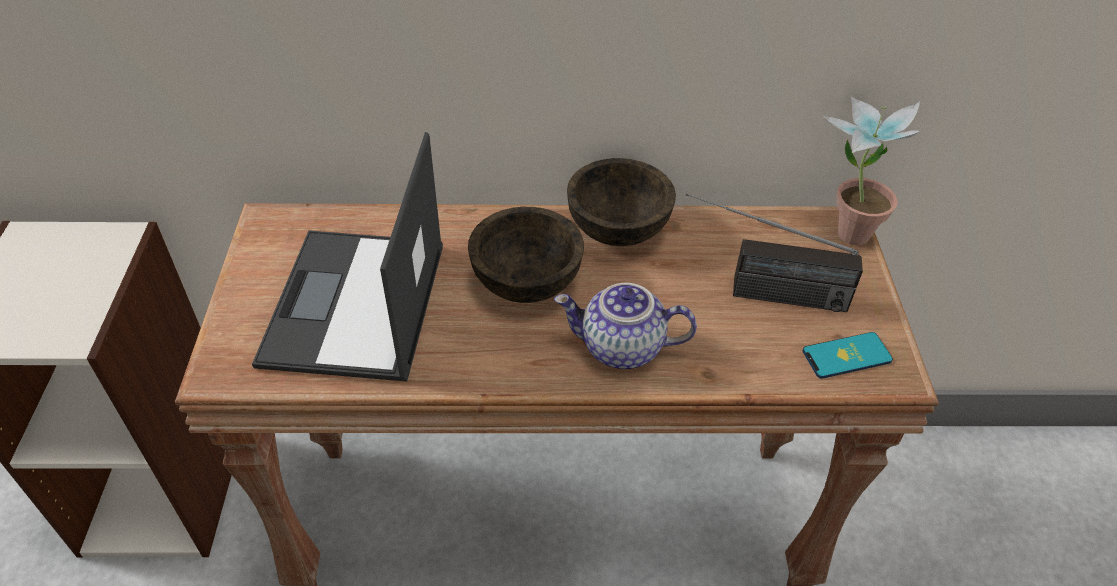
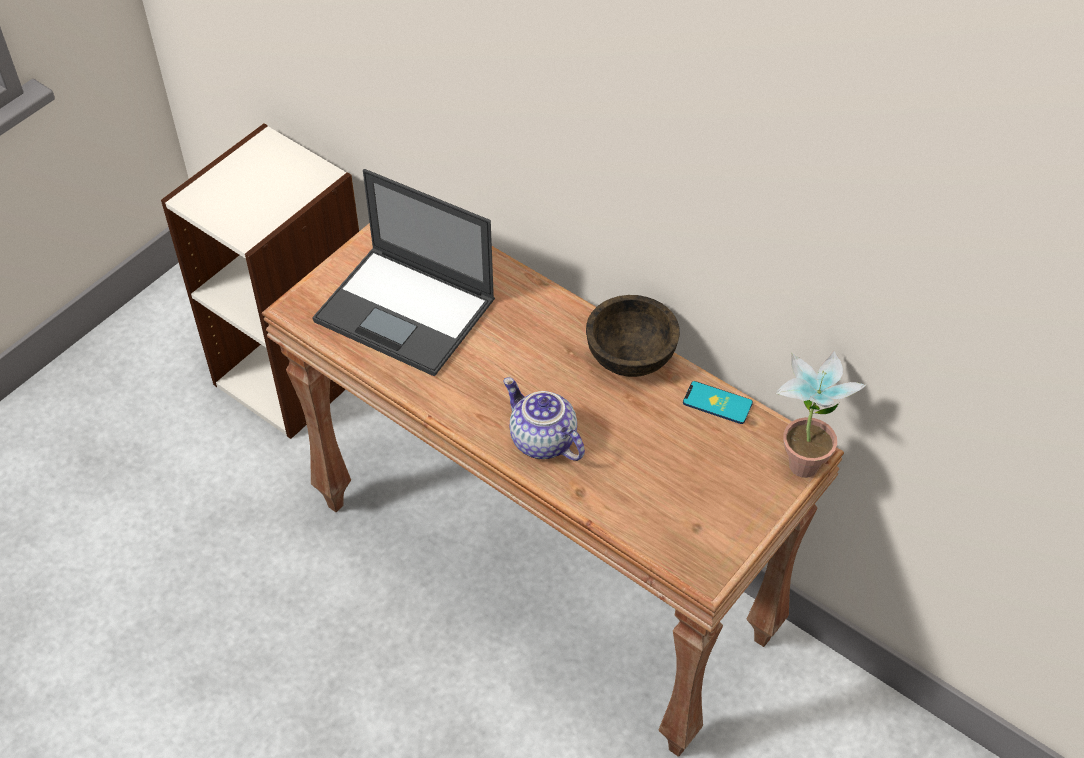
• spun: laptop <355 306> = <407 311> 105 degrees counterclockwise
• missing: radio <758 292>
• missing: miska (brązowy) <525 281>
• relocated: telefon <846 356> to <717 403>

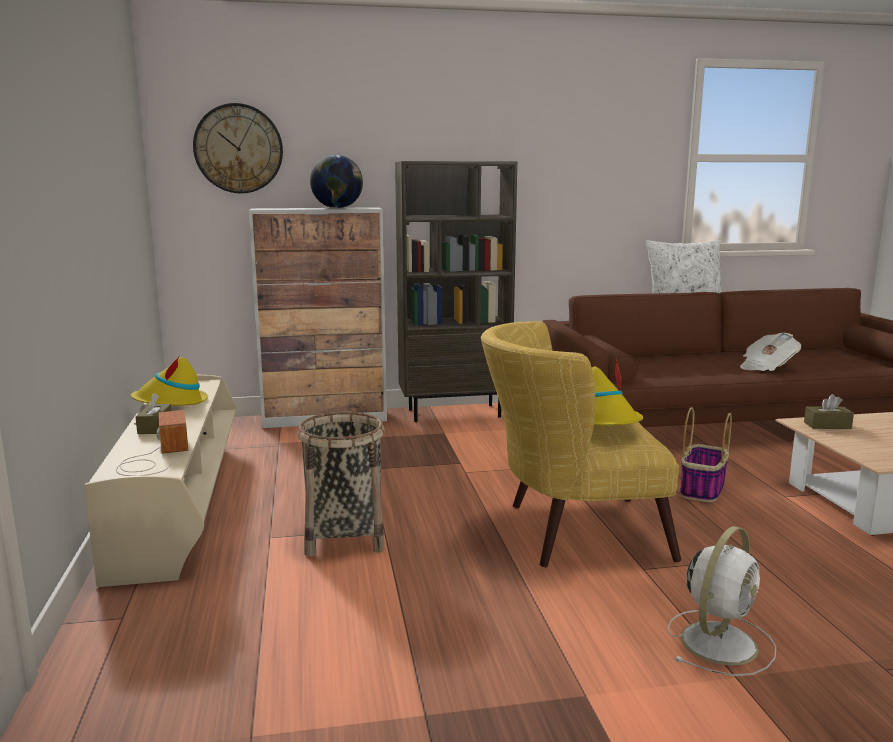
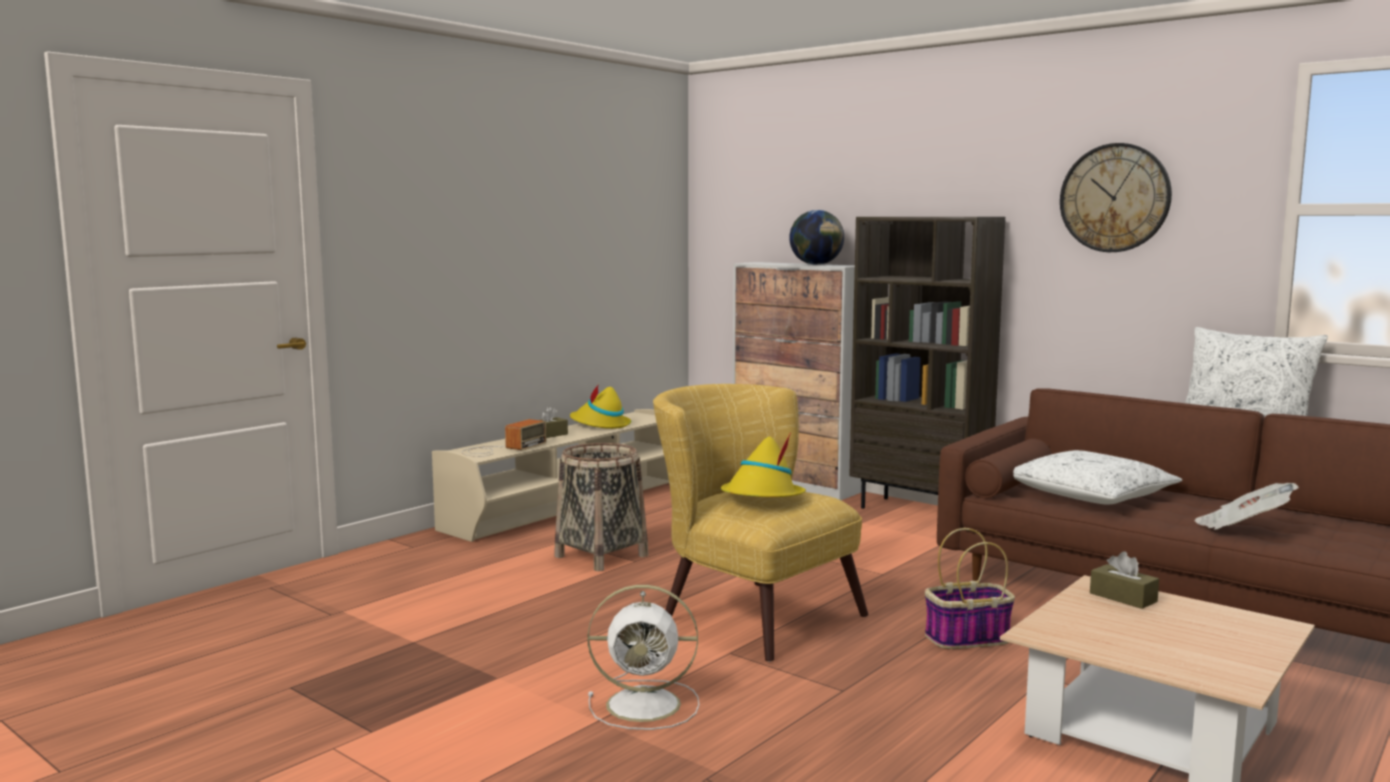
• relocated: zegar ścienny <238 149> to <1114 198>
• appeared: poduszka (biały) <1089 495>

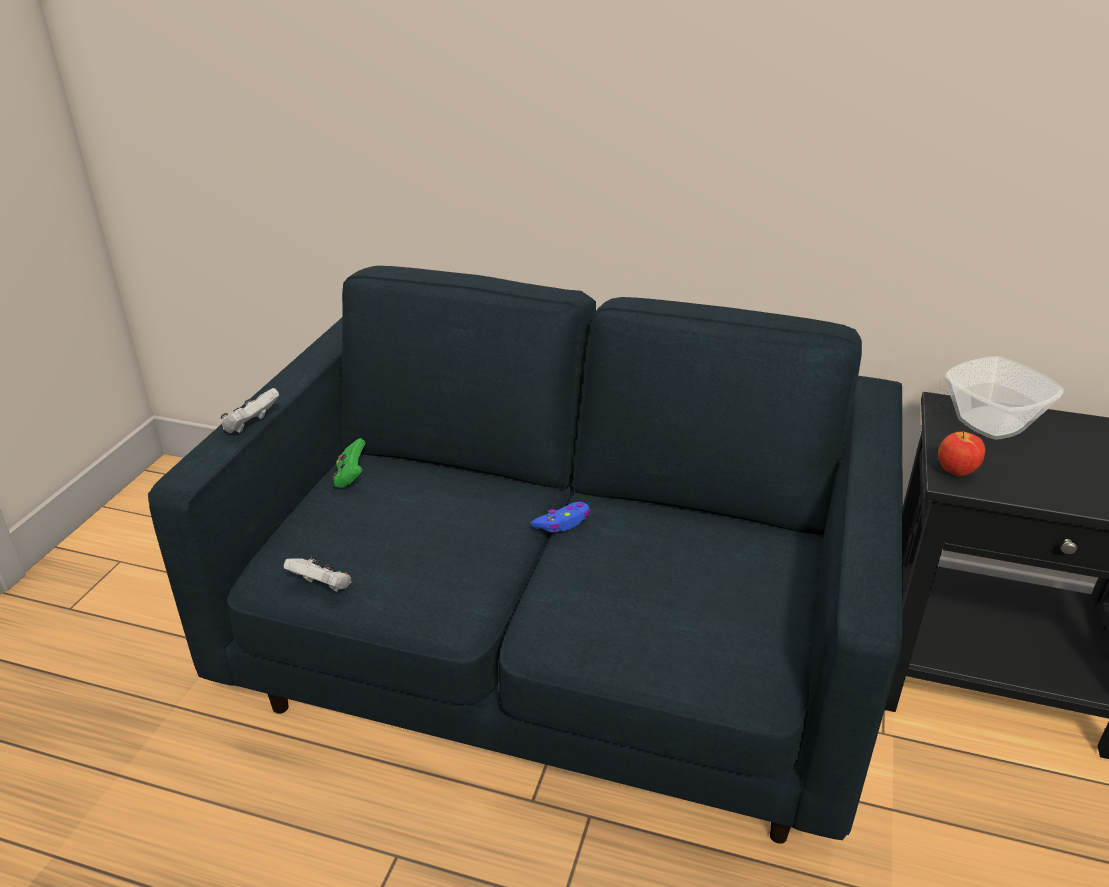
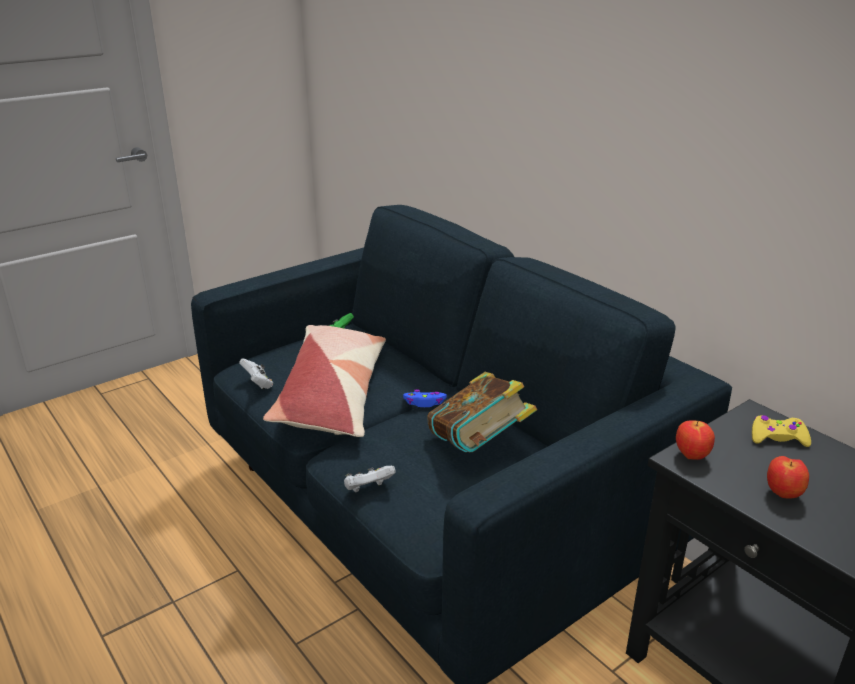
• exchanged: miska <991 423> to pad do gier (żółty) <777 437>
• relocated: pad do gier (biały) <251 426> to <368 489>
• appeared: poduszka <333 394>
• appeared: książka <478 446>
• appeared: jabłko <783 494>

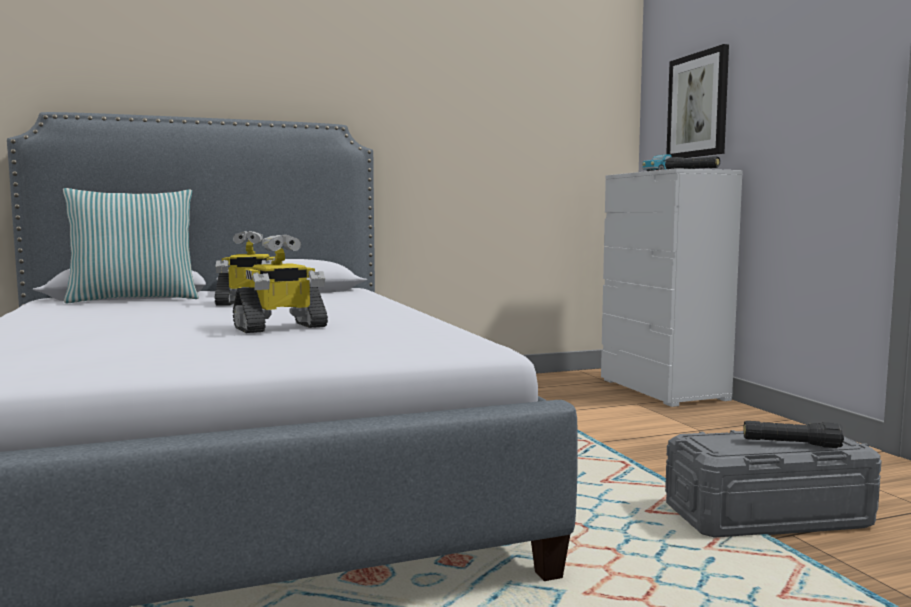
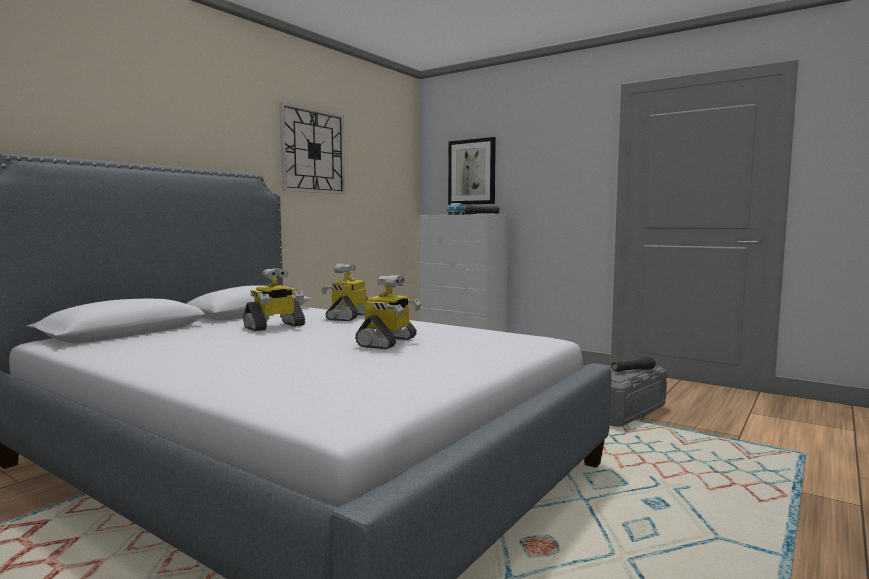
• missing: poduszka <134 299>
• appeared: zegar ścienny <313 151>
• appeared: robot zabawkowy <349 317>

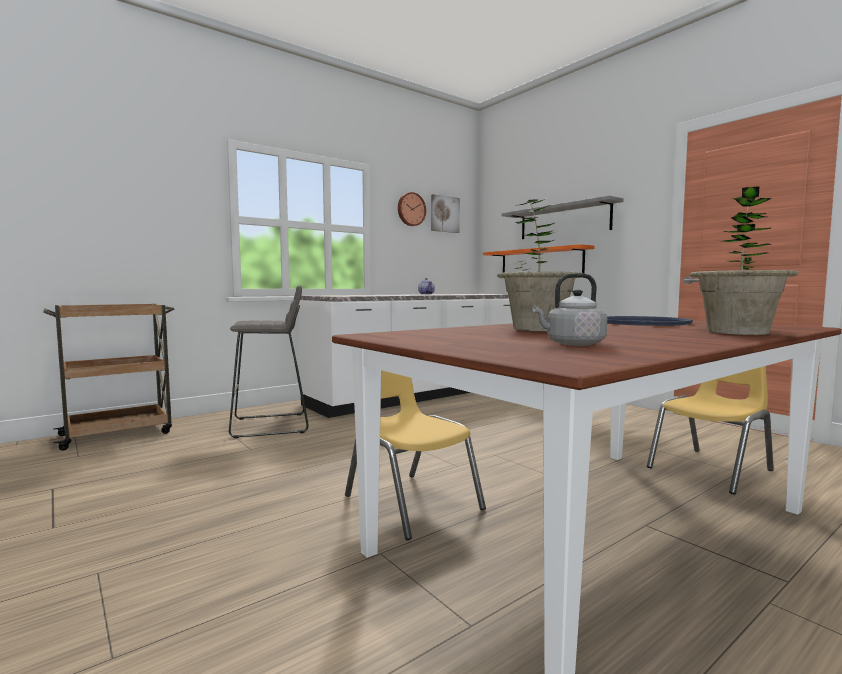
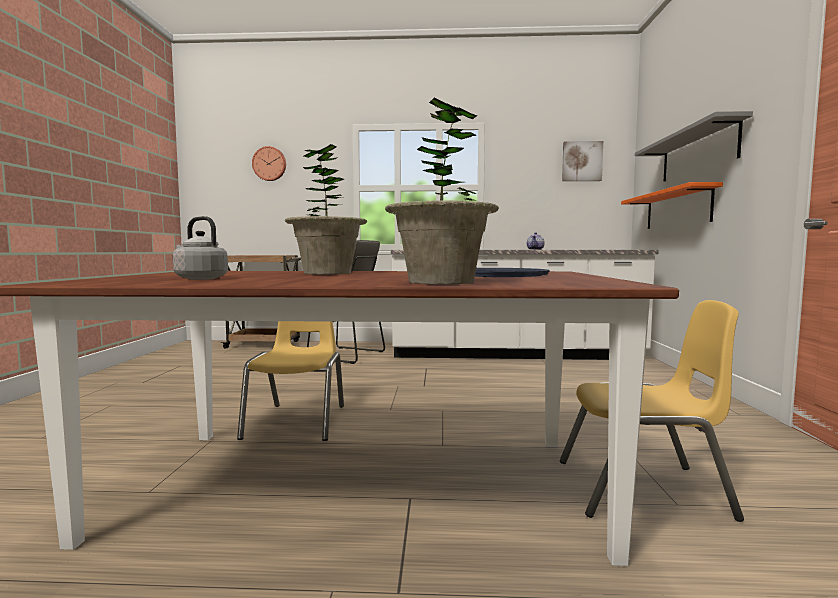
• relocated: zegar ścienny <410 209> to <269 164>

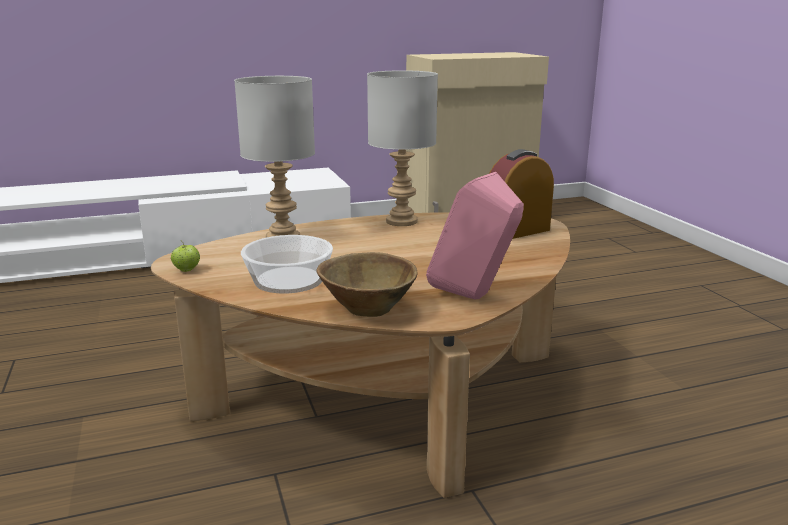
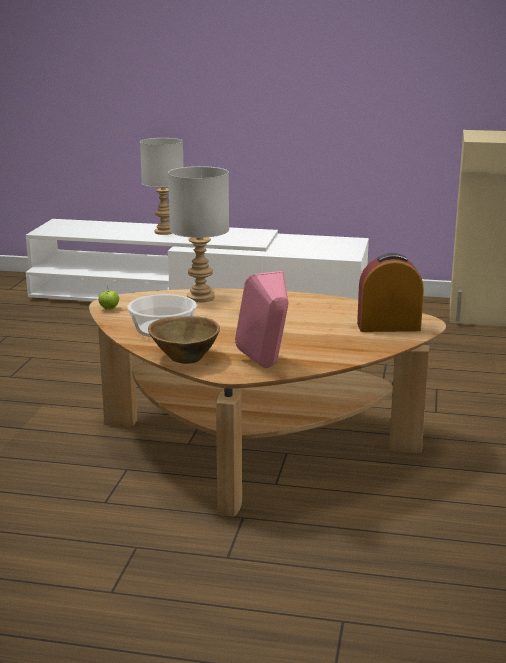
• relocated: lampa stołowa (szary) <403 221> to <165 232>

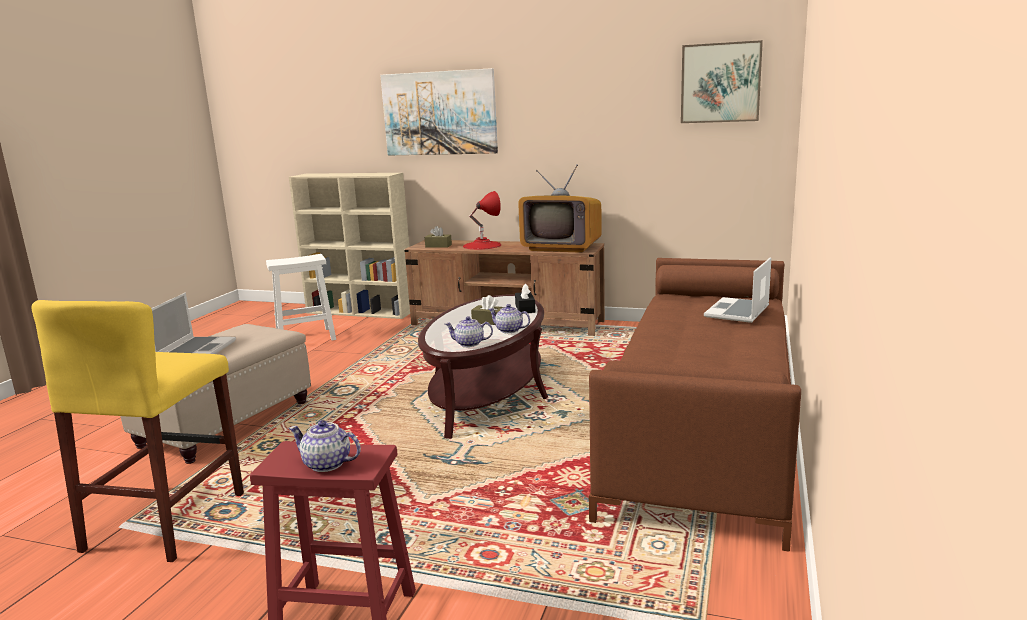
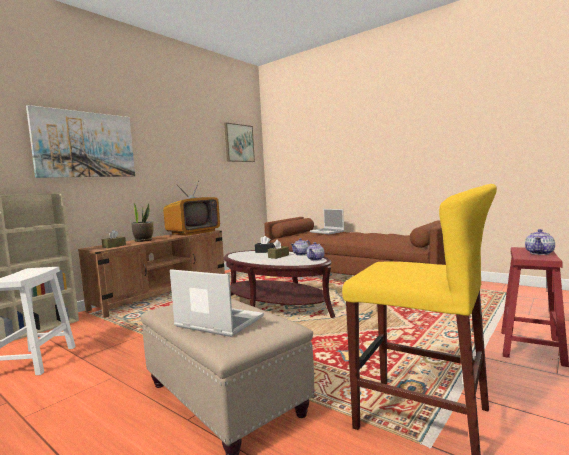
• exchanged: lampa stołowa (czerwony) <482 245> to roślina doniczkowa <143 240>

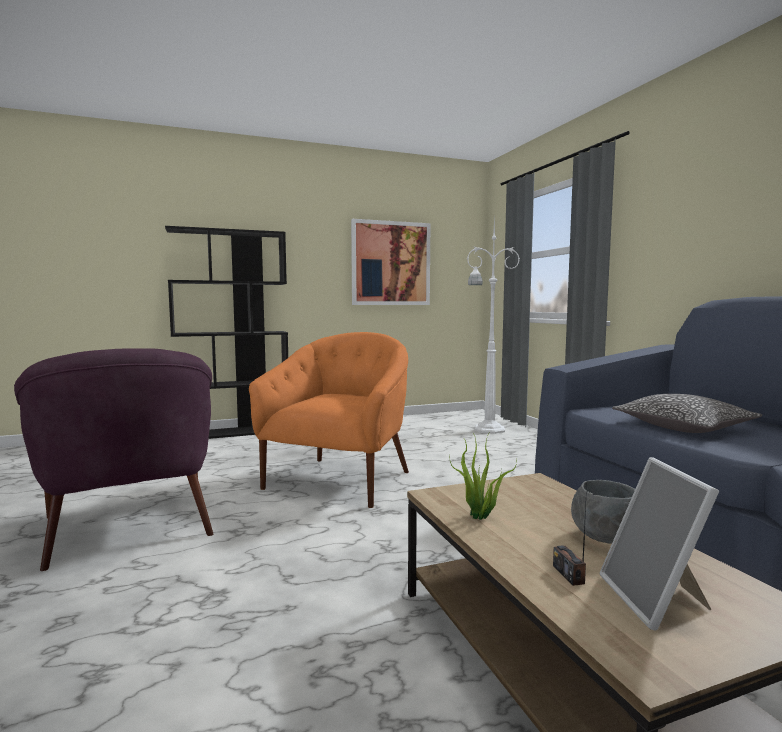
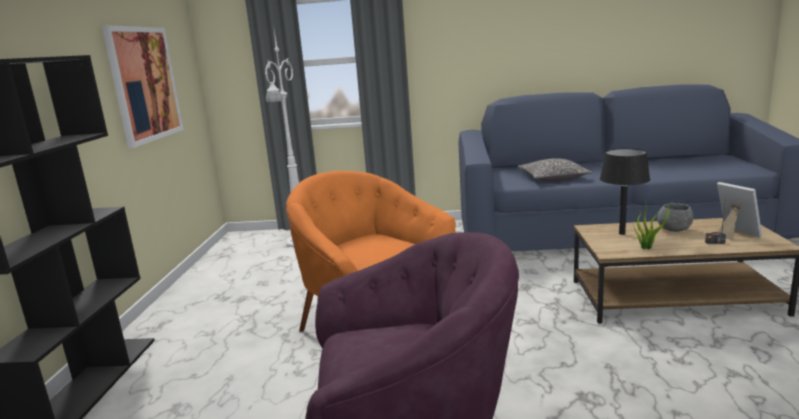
• spun: ramka na zdjęcie <656 600> = <734 234> 135 degrees counterclockwise
• appeared: lampa stołowa (czarny) <621 233>

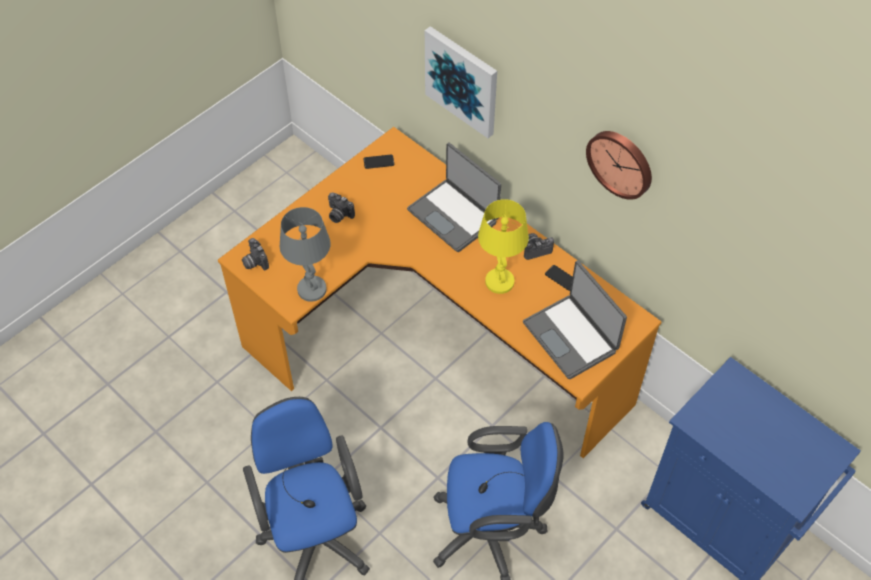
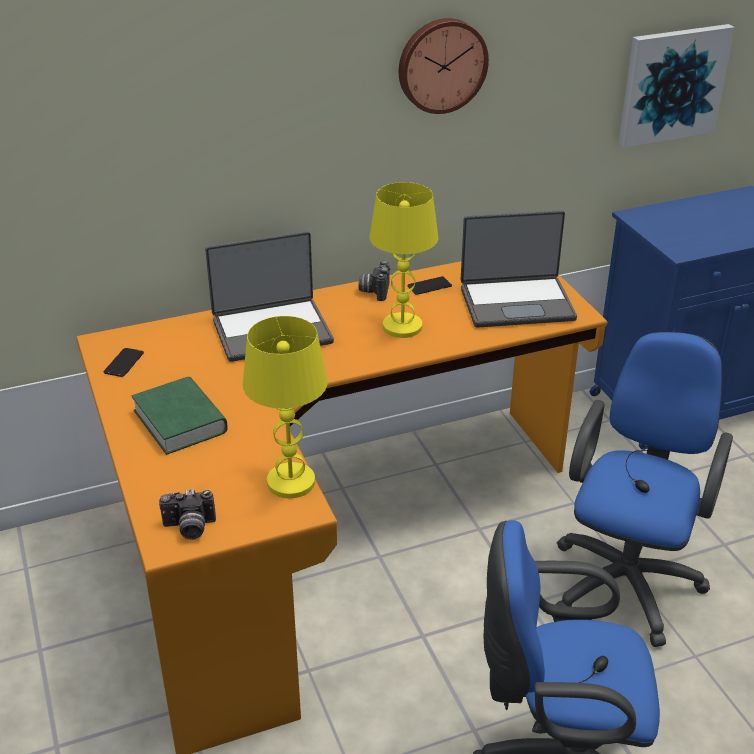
• relocated: obraz <462 81> to <672 84>
• exchanged: aparat fotograficzny <338 215> to książka (zielony) <180 421>
• colour: lampa stołowa (szary) <312 289> to lampa stołowa (żółty) <291 482>

